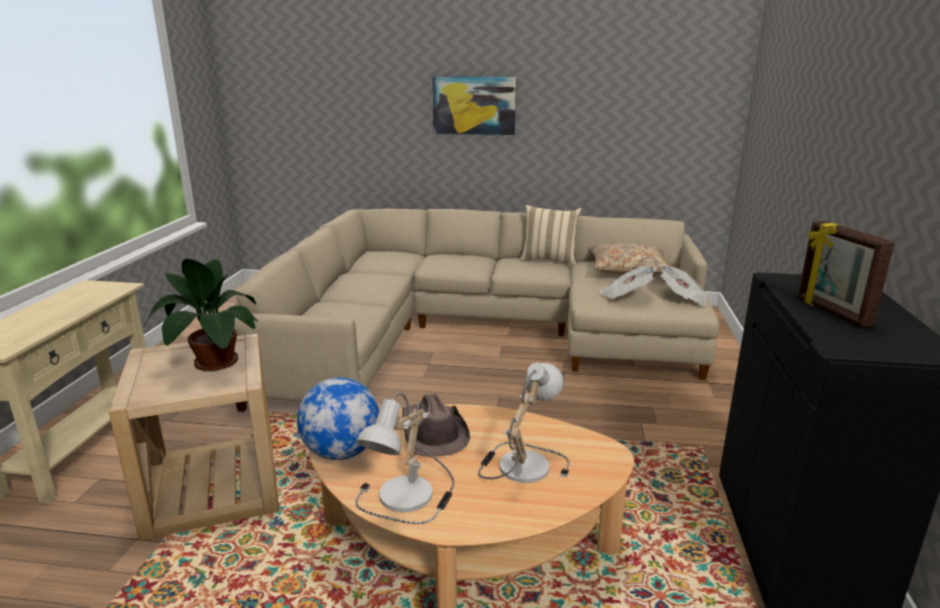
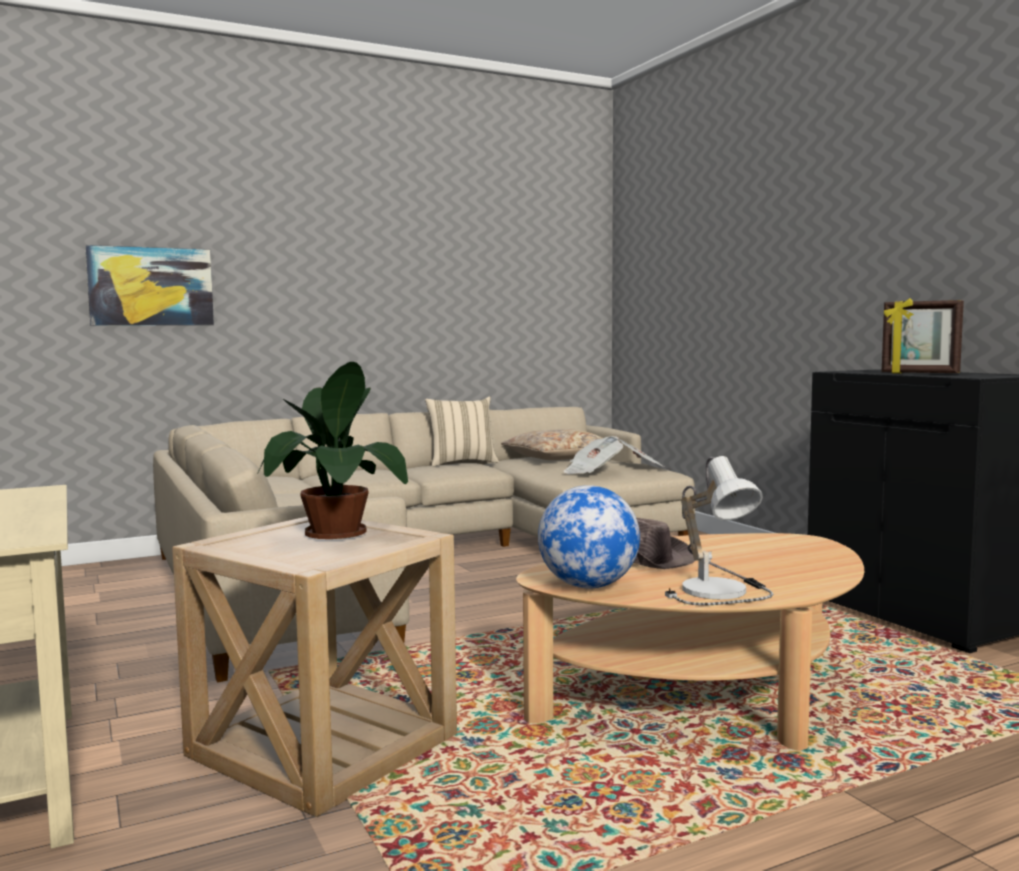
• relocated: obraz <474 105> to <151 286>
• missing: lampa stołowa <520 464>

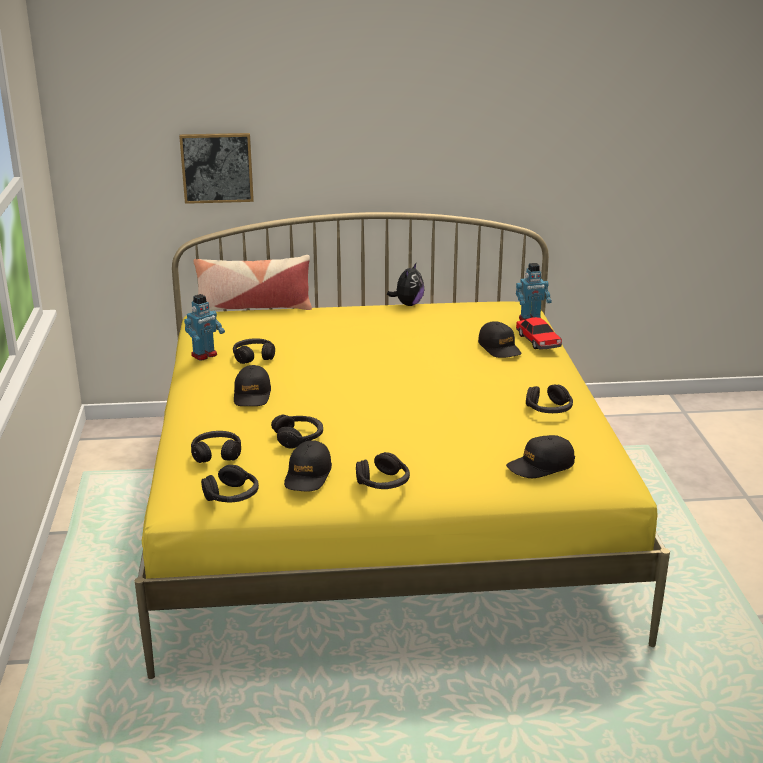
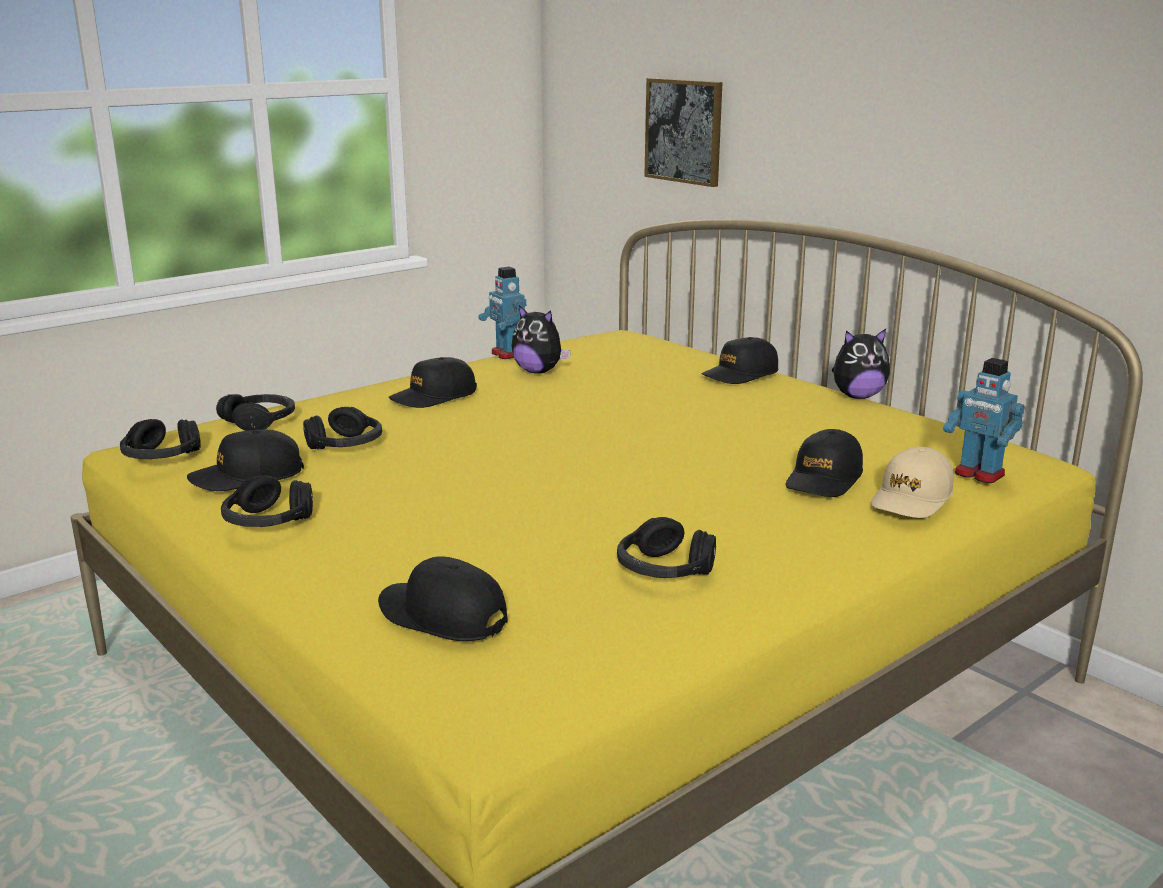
• missing: poduszka <254 307>
• spun: robot zabawkowy <204 355> = <507 354> 45 degrees clockwise
• exchanged: samochodzik <538 341> to czapka z daszkiem (beżowy) <911 499>
• exchanged: słuchawki (czarny) <254 356> to pluszak <539 371>
• appeared: czapka z daszkiem (czarny) <740 374>

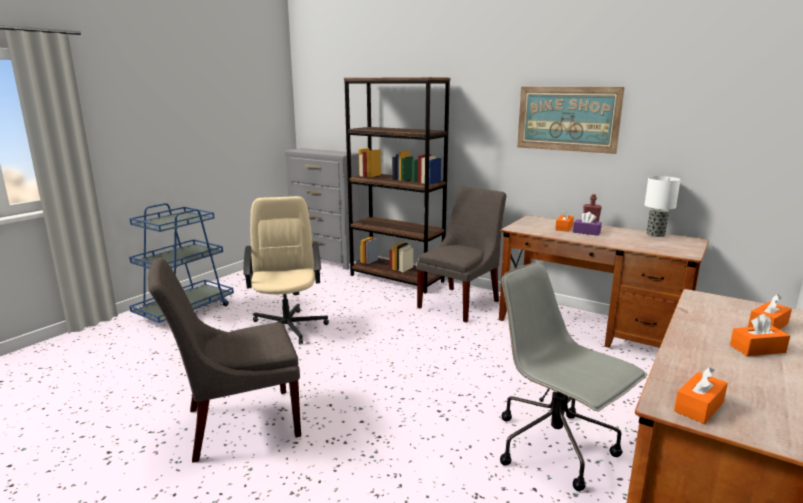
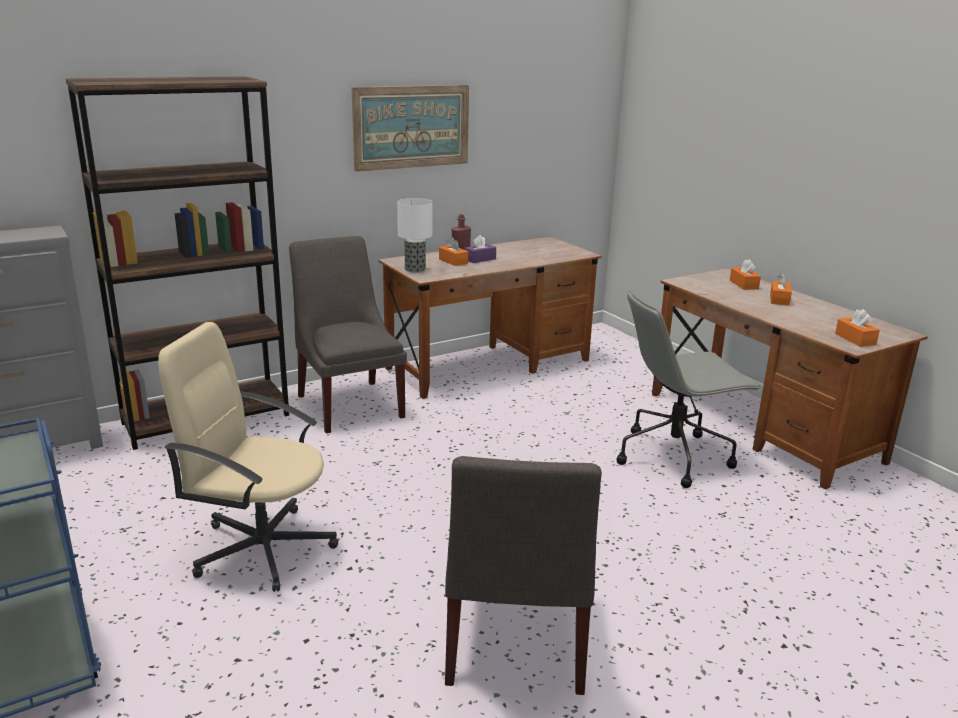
• relocated: lampa stołowa <655 234> to <414 270>

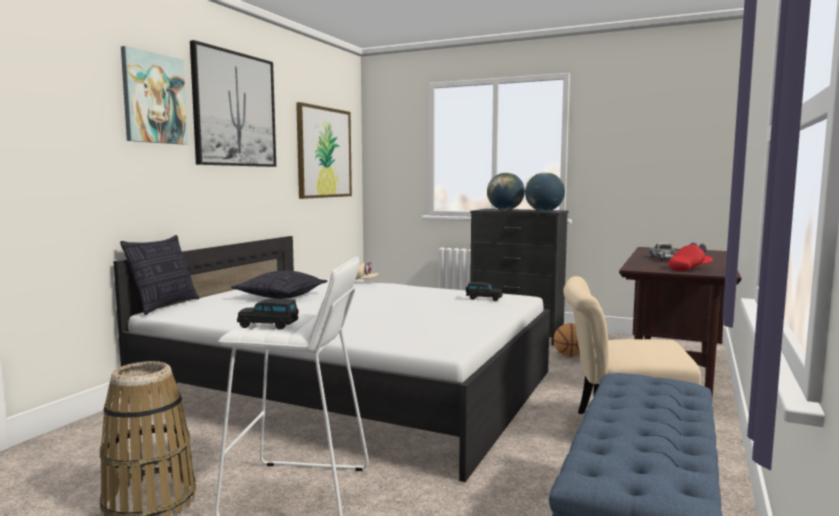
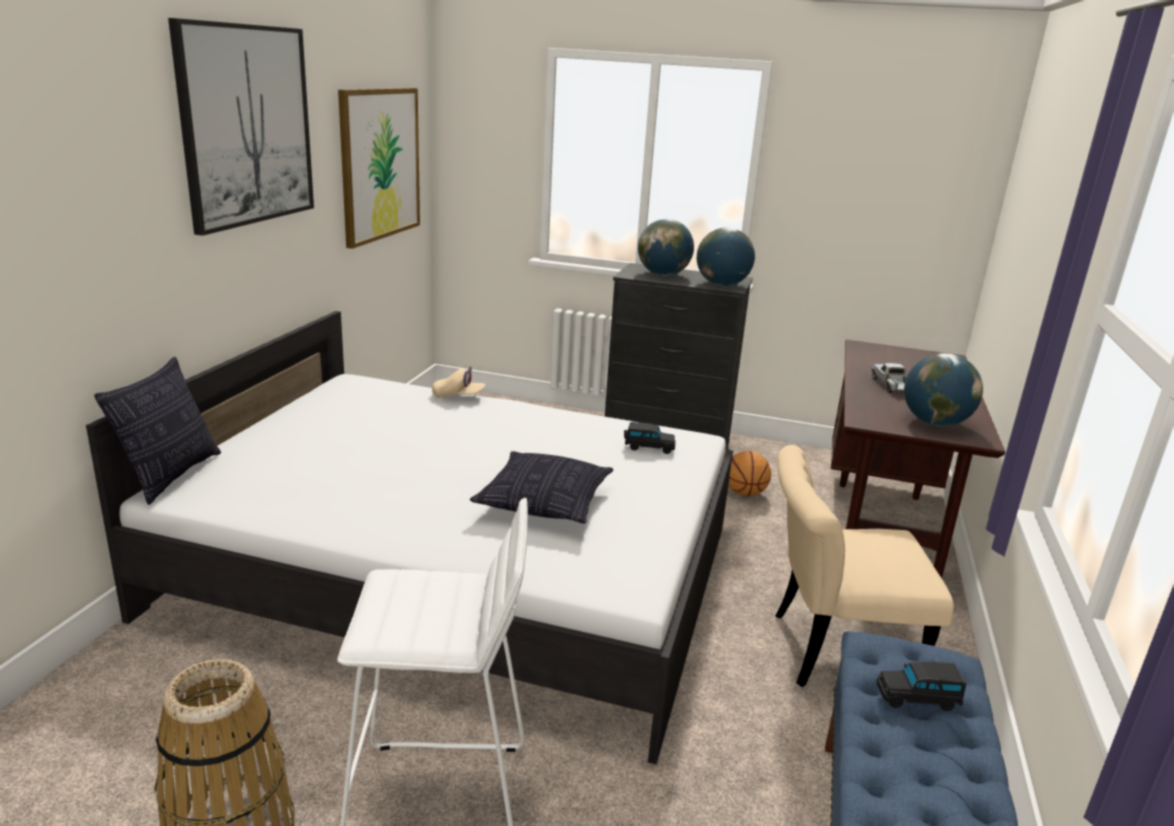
• missing: obraz <154 98>
• exchanged: czapka z daszkiem (czerwony) <689 269> to globus <934 423>
• relocated: poduszka <281 296> to <544 503>
• relocated: samochodzik (czarny) <269 326> to <918 698>

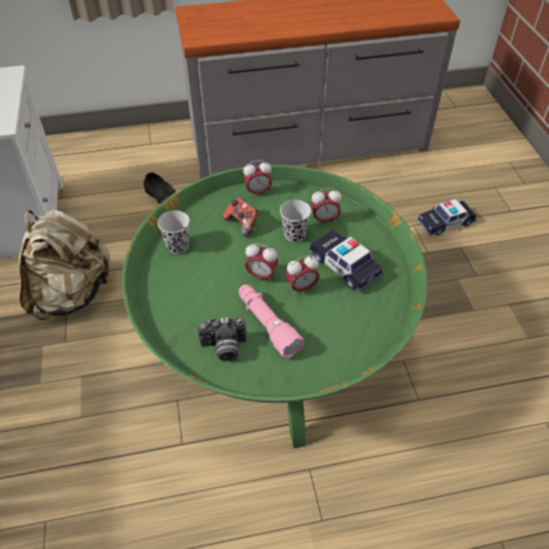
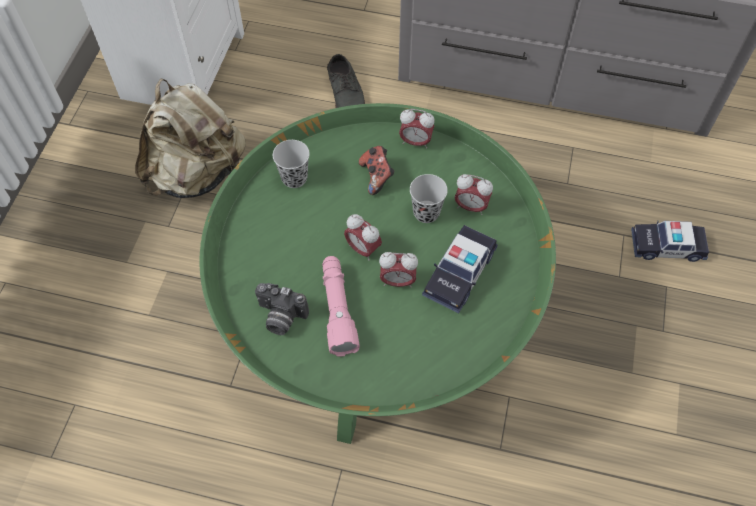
• spun: samochodzik <344 265> = <459 273> 135 degrees counterclockwise

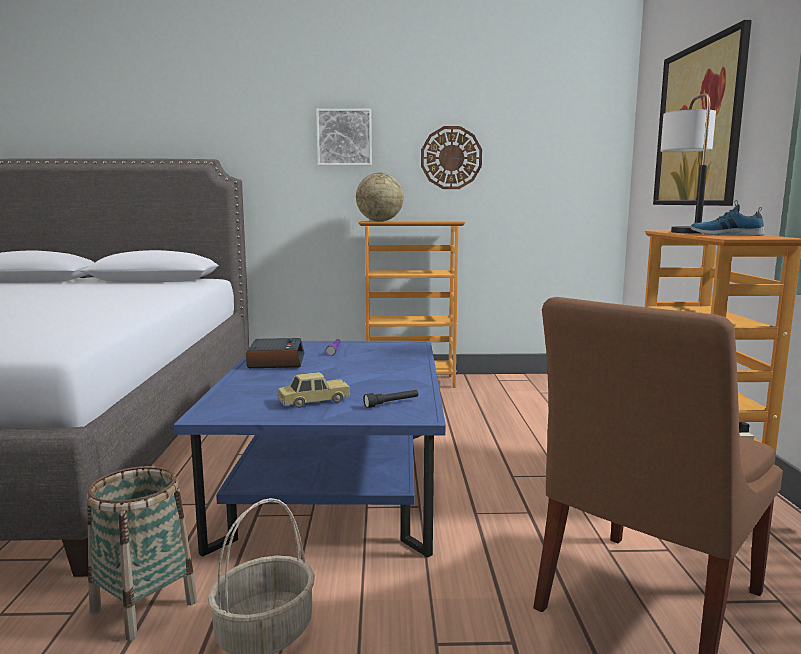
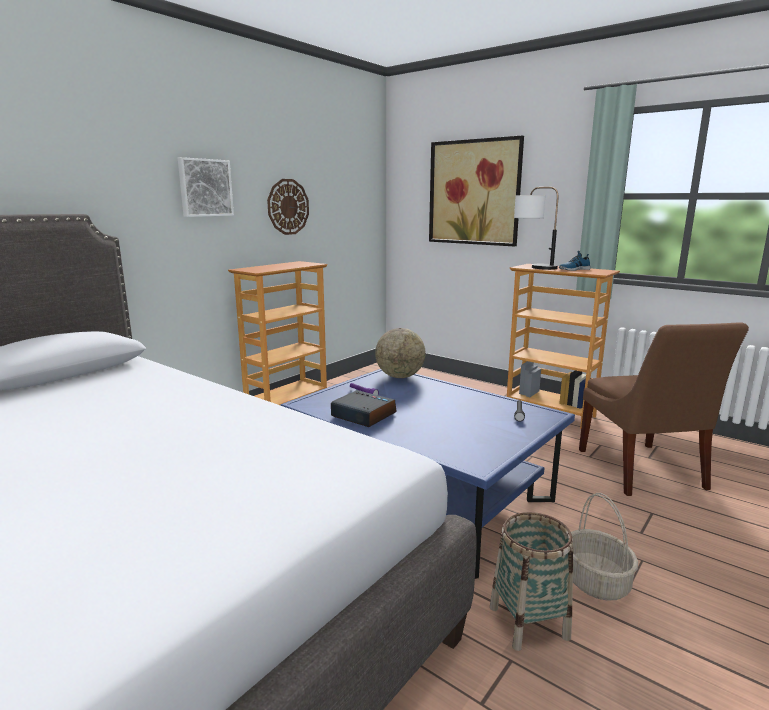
• relocated: globus <379 221> to <400 376>
• missing: samochodzik <314 401>

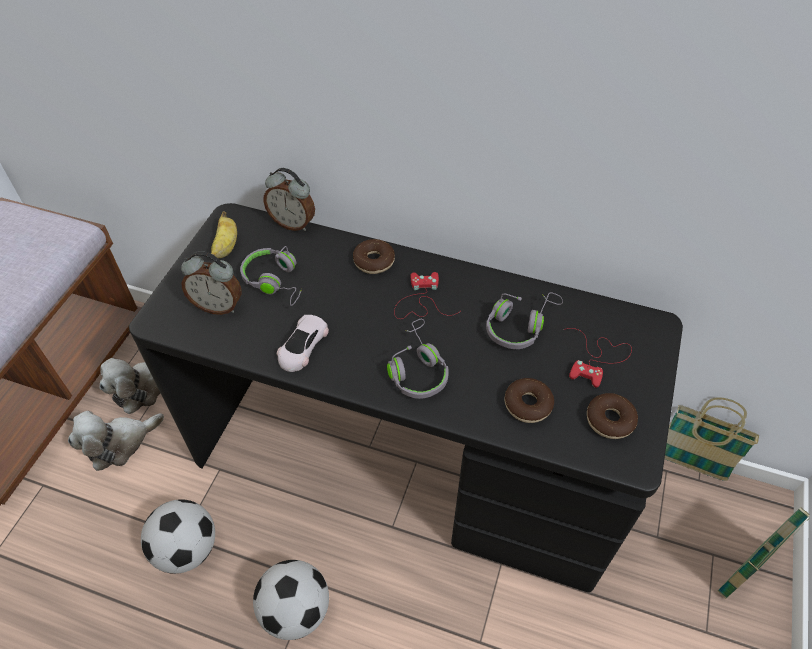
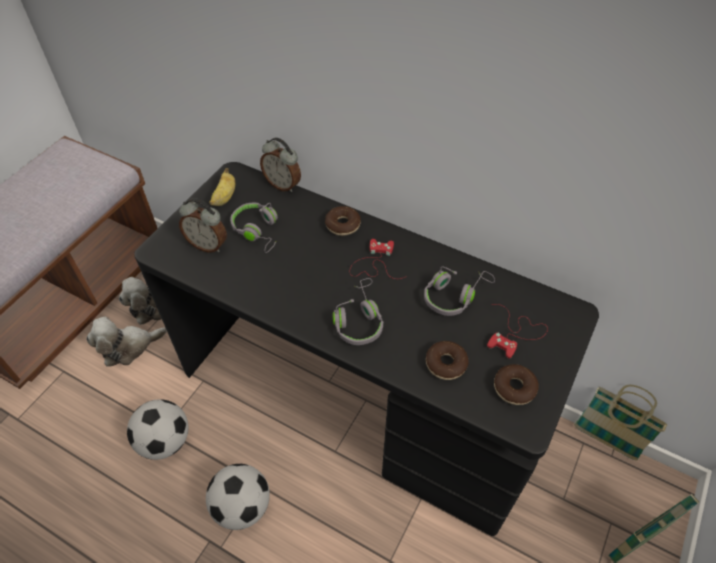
• missing: samochodzik (biały) <302 346>

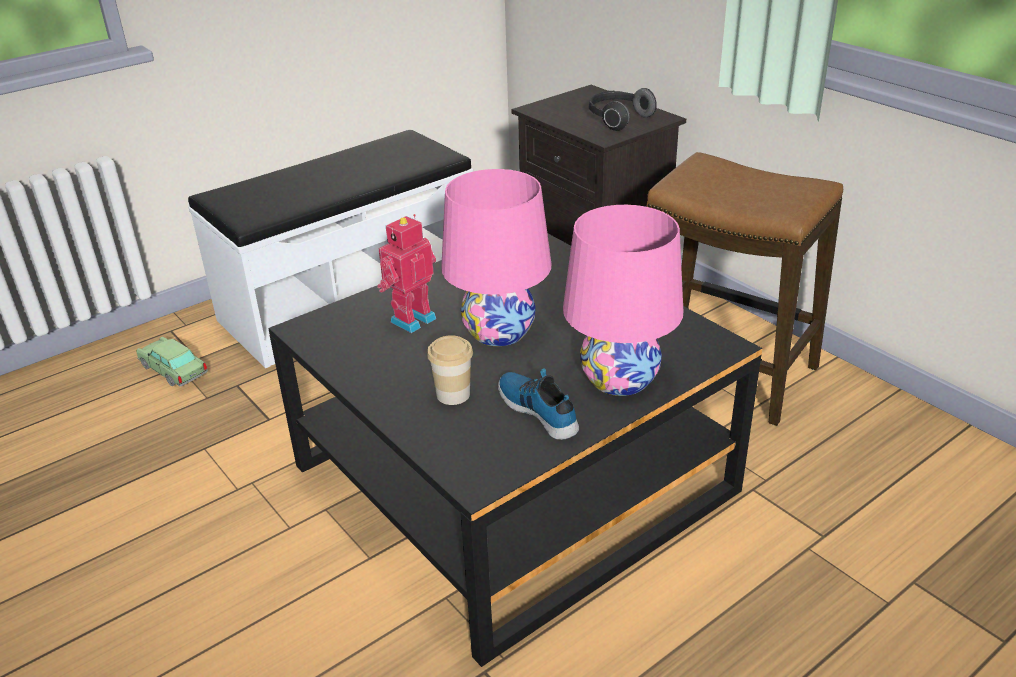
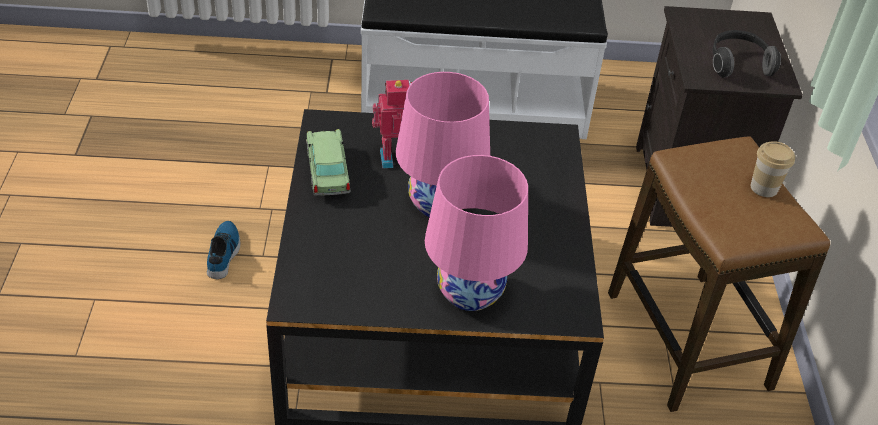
• relocated: filiżanka <453 394> to <764 187>
• relocated: samochodzik <174 370> to <328 171>
• relocated: but <539 409> to <224 253>

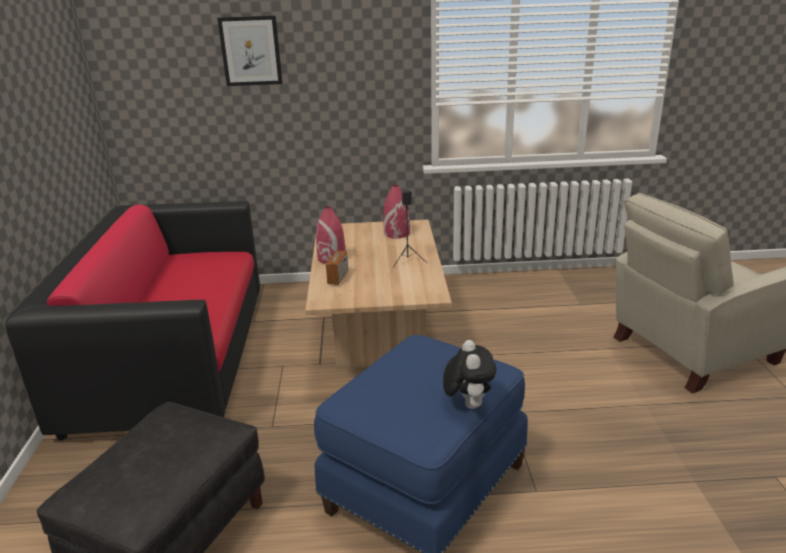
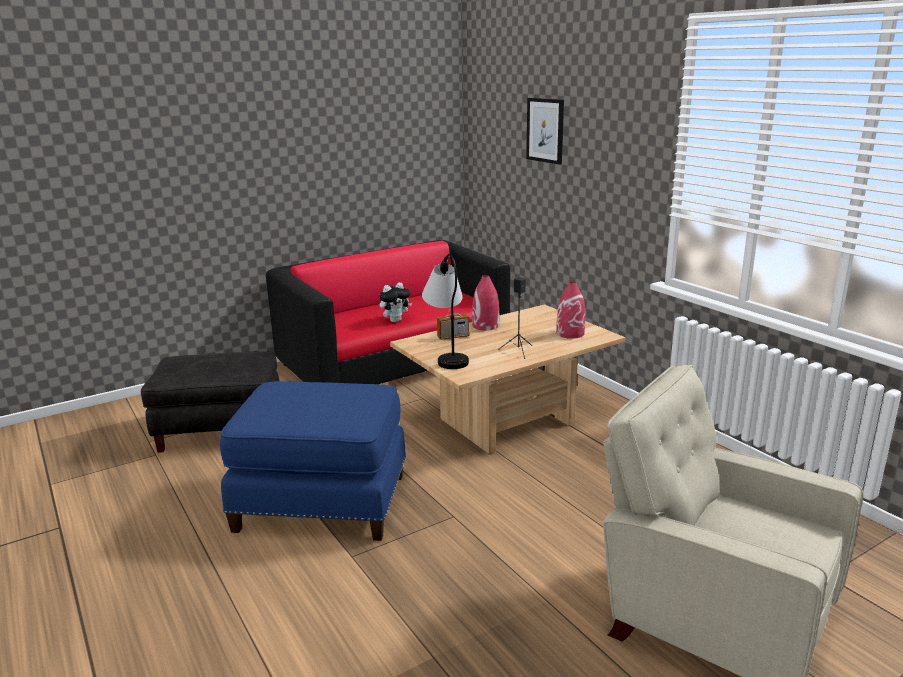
• relocated: pluszak <467 403> to <395 320>
• appeared: lampa stołowa <448 355>

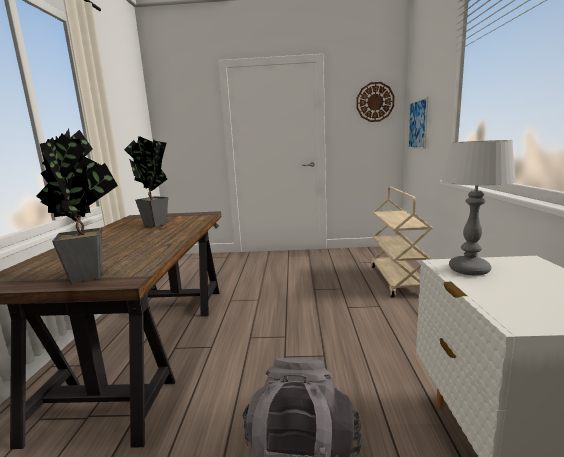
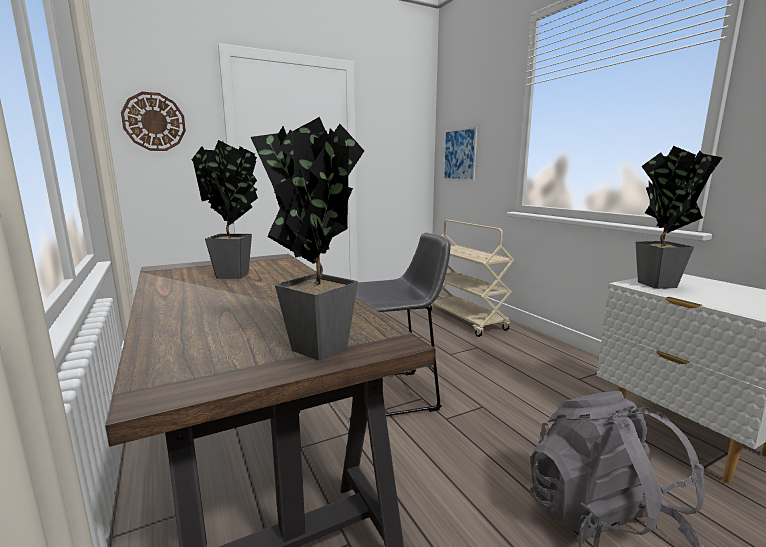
• relocated: zegar ścienny <375 102> to <154 122>
• exchanged: lampa stołowa <468 269> to roślina doniczkowa <658 286>
• appeared: stołek (szary) <392 395>

